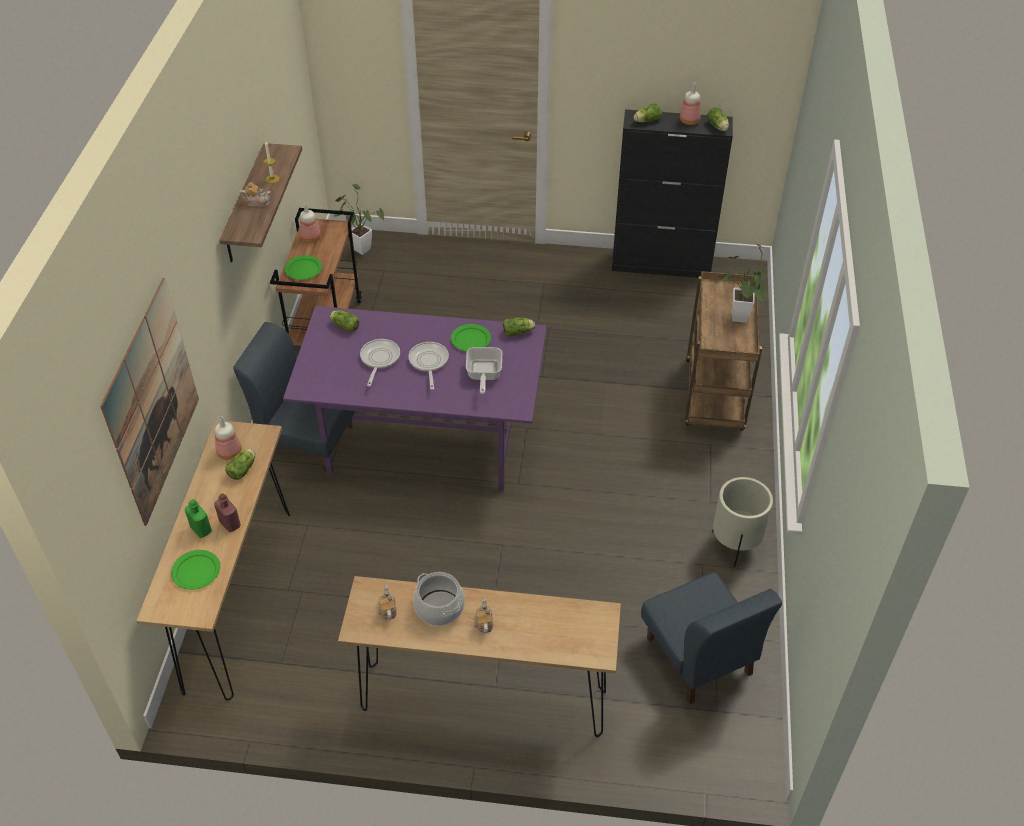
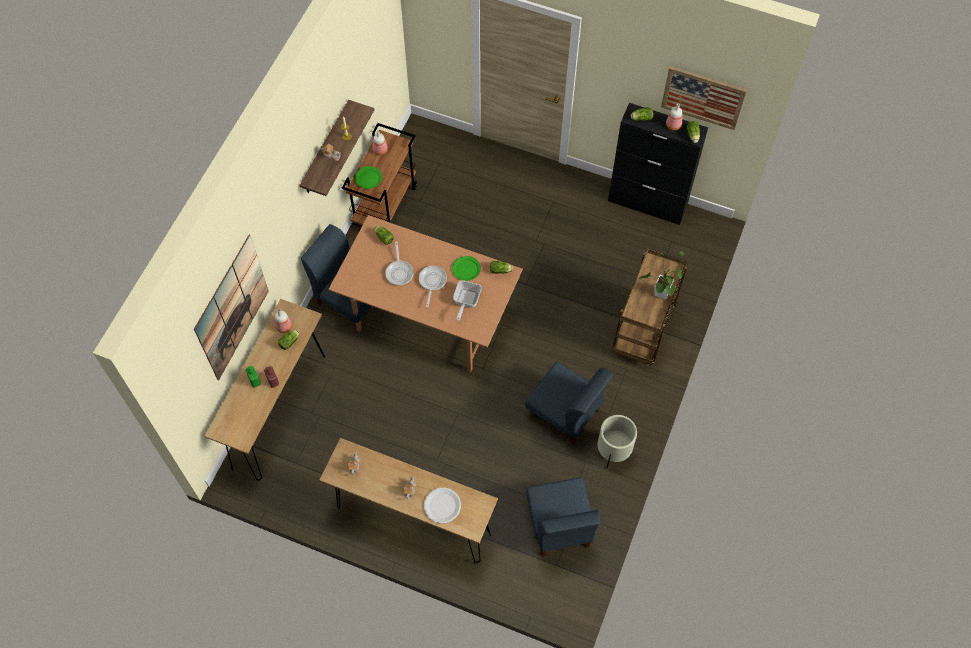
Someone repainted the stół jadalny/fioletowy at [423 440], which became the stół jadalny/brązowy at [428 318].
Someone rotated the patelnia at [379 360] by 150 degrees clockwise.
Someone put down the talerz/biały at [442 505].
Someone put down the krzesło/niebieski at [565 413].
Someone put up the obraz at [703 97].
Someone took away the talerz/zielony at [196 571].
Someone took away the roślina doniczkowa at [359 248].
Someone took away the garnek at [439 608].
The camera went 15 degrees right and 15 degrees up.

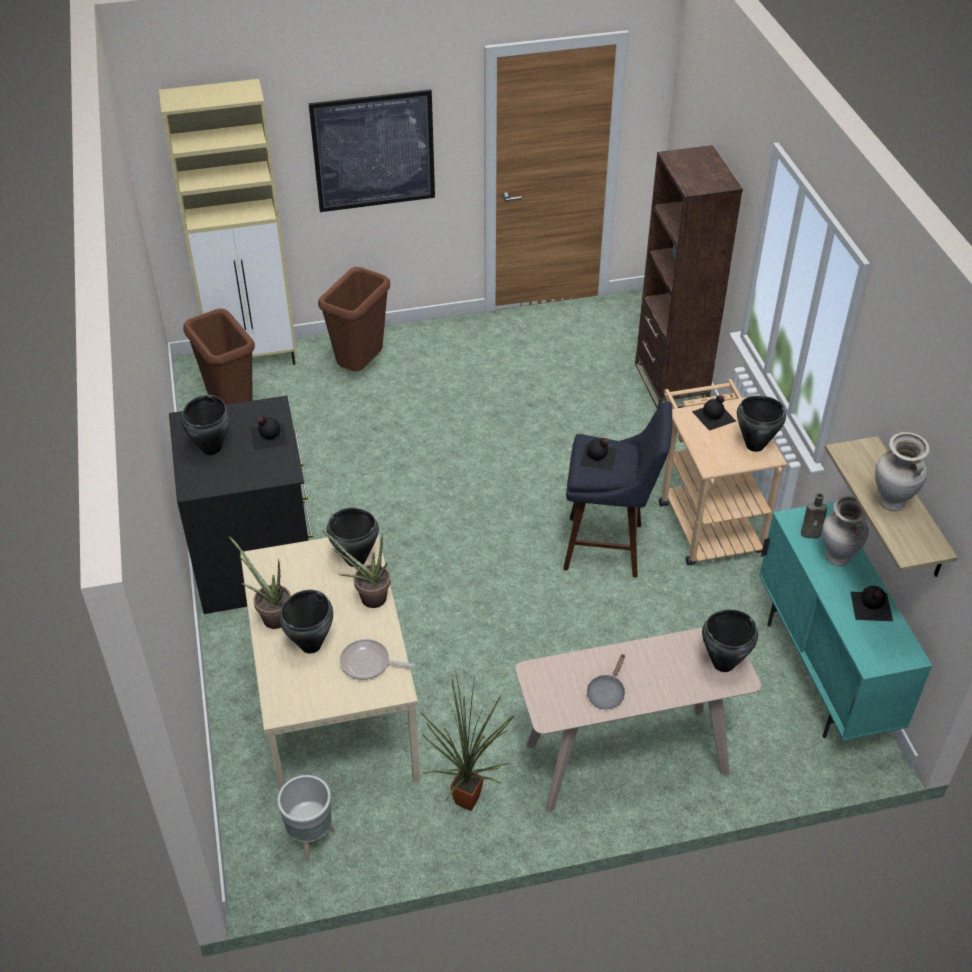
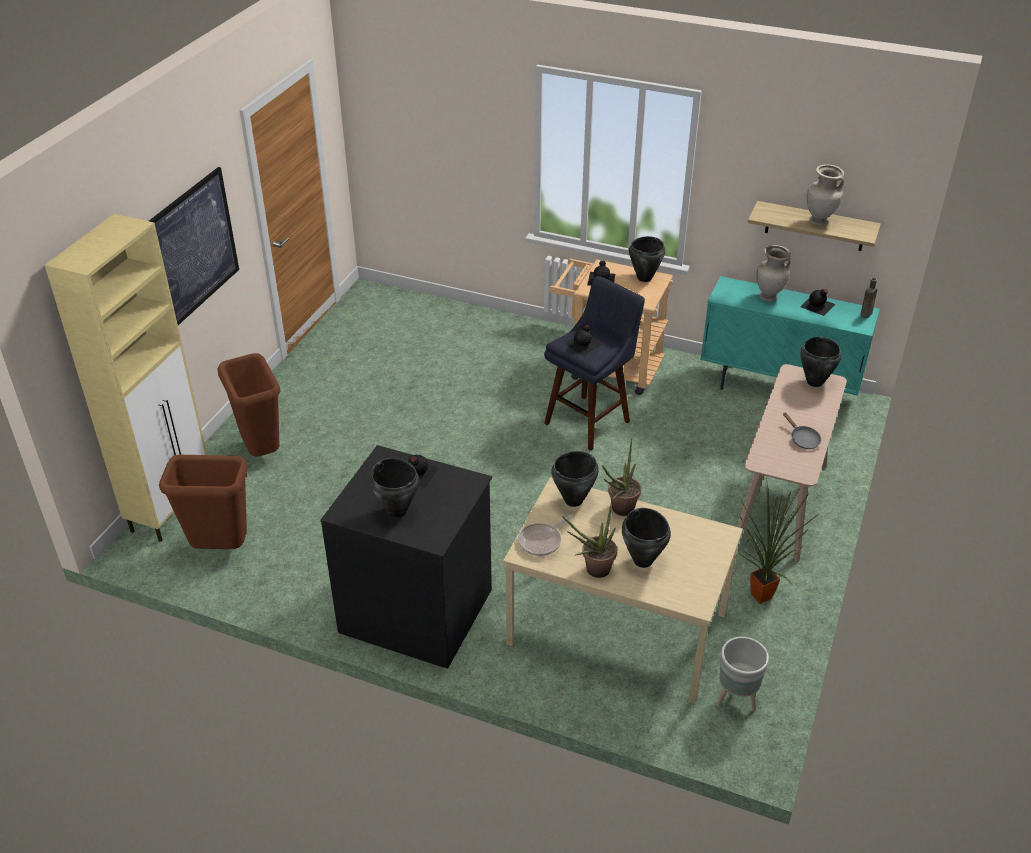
Someone carried the patelnia from [368 663] to [542 541].
Someone carried the butelka/brązowy from [812 534] to [866 313].
Someone took away the regał/brązowy at [670 383].
The camera went 55 degrees left and 5 degrees down.

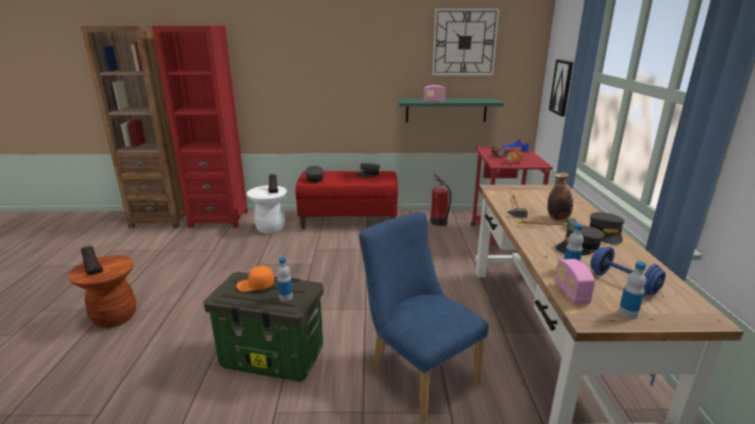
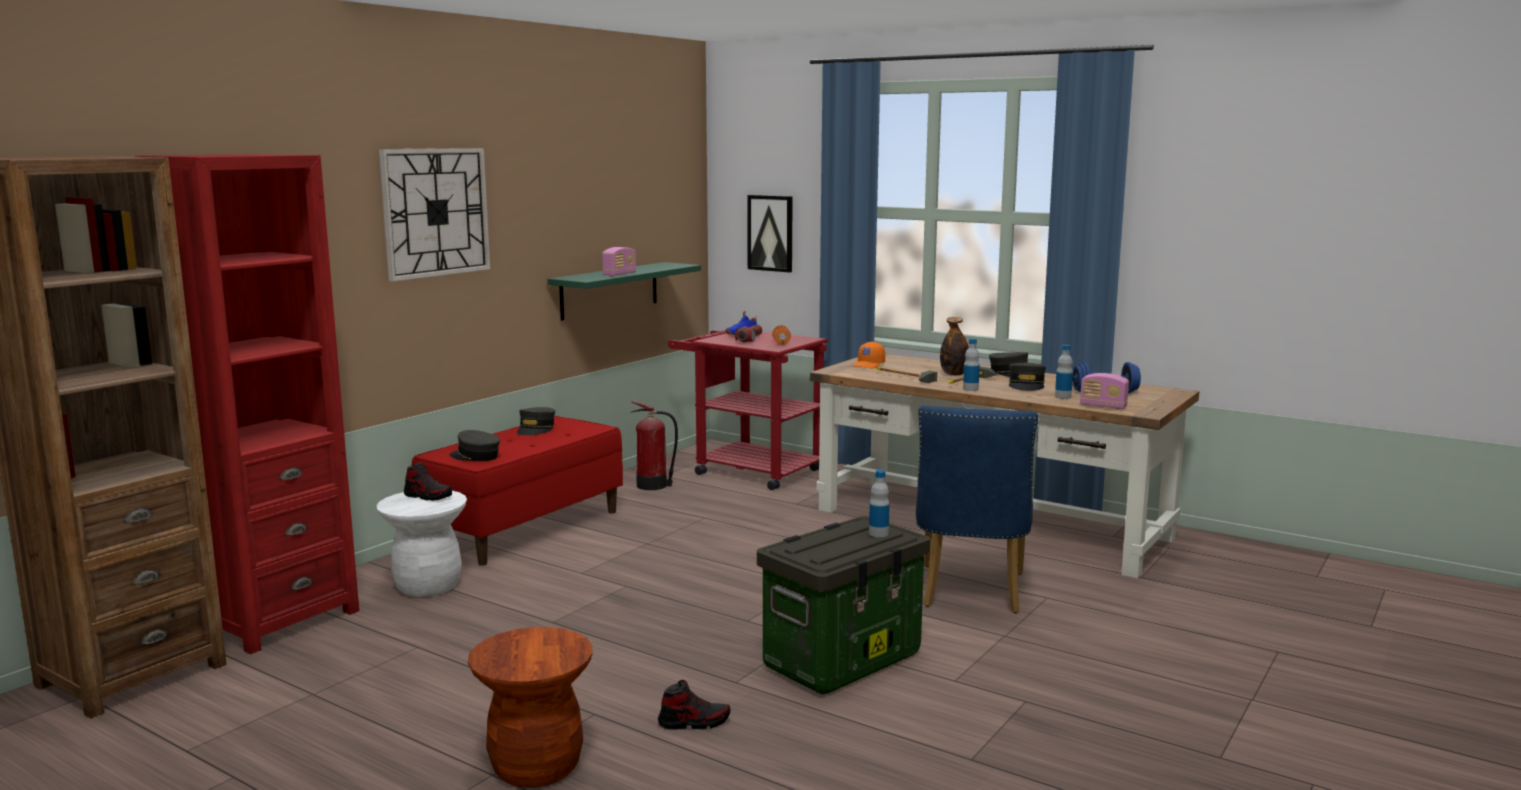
Someone carried the zegar ścienny from [464 42] to [435 212].
Someone carried the but from [93 268] to [694 722].
Someone carried the czapka z daszkiem/pomarańczowy from [255 285] to [869 365].
Someone rotated the krzesło/niebieski at [417 372] by 75 degrees counterclockwise.
Someone carried the butelka from [627 314] to [970 389].
The camera went 55 degrees left and 10 degrees down.

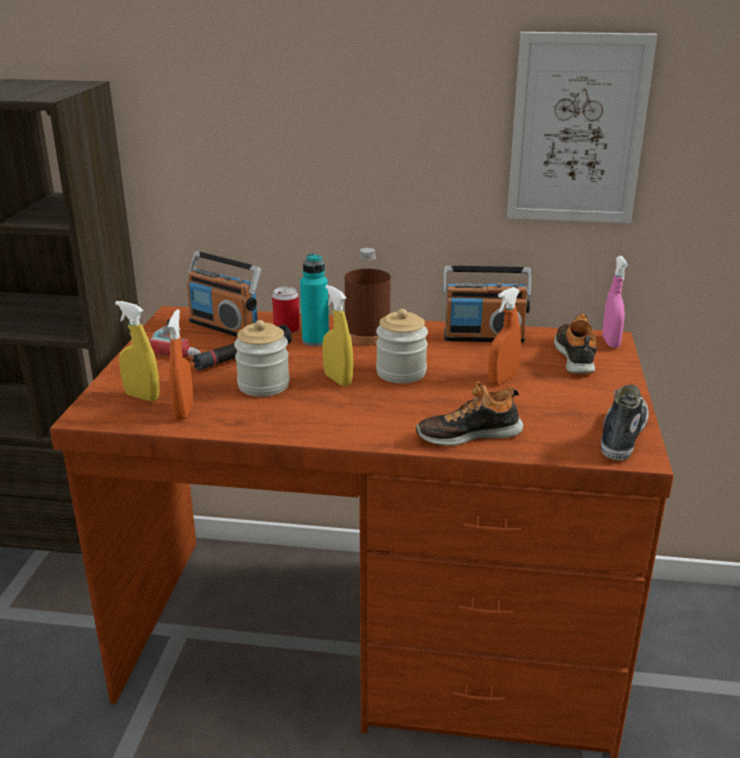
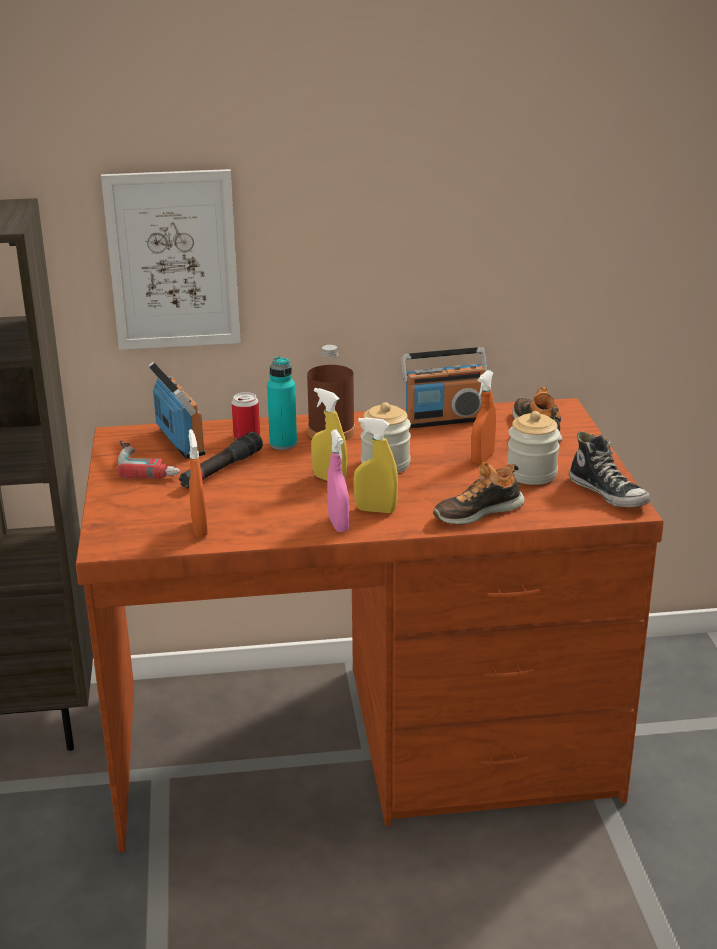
Someone carried the obraz from [577 130] to [173 261].
Someone rotated the radio at [224 327] by 135 degrees counterclockwise.
Someone carried the spryskiwacz/różowy from [610 342] to [338 525].
Someone carried the spryskiwacz/żółty from [142 396] to [375 510].
Someone carried the słoik from [263 385] to [531 474].
Someone rotated the but at [622 435] by 135 degrees clockwise.
The camera went 15 degrees left and 0 degrees up.

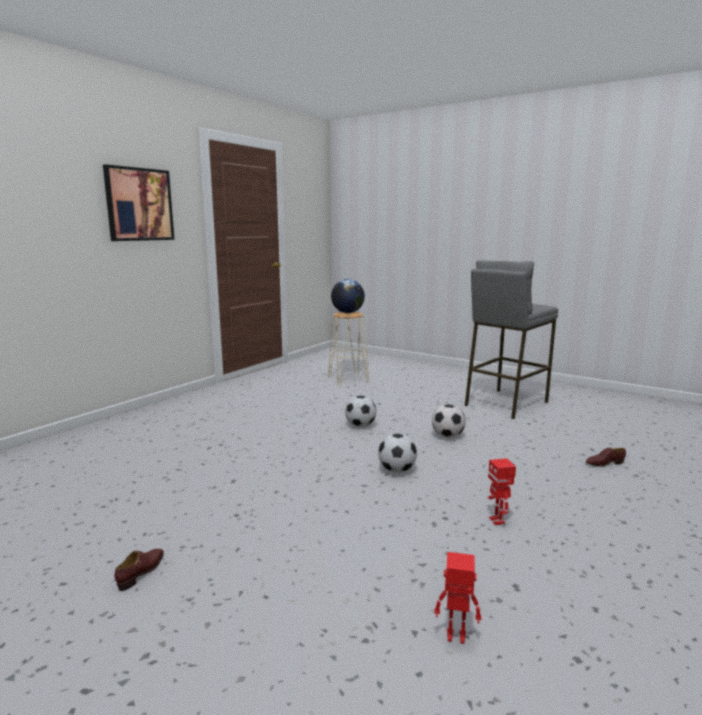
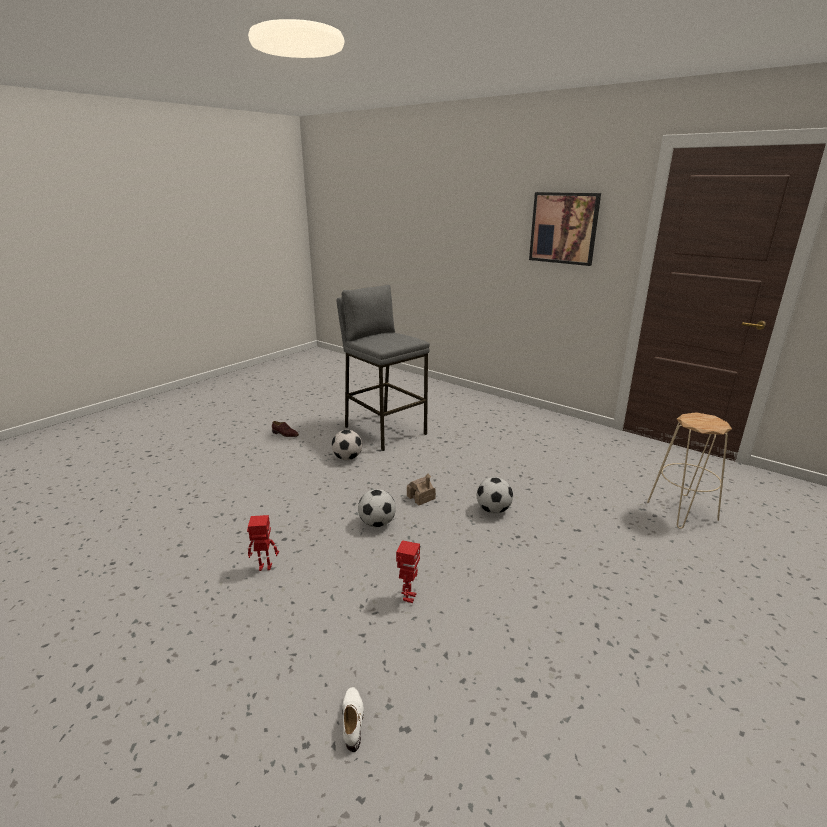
Someone carried the piłka futbolowa from [447 436] to [347 458].
Someone carried the stołek/szary from [505 403] to [385 430].
Someone repainted the but/brązowy at [604 463], which became the but/biały at [353 720].
Someone carried the robot zabawkowy from [456 637] to [408 597].
Someone put down the domek at [421 497].
Someone took away the globus at [347 312].
The camera went 95 degrees right and 10 degrees up.

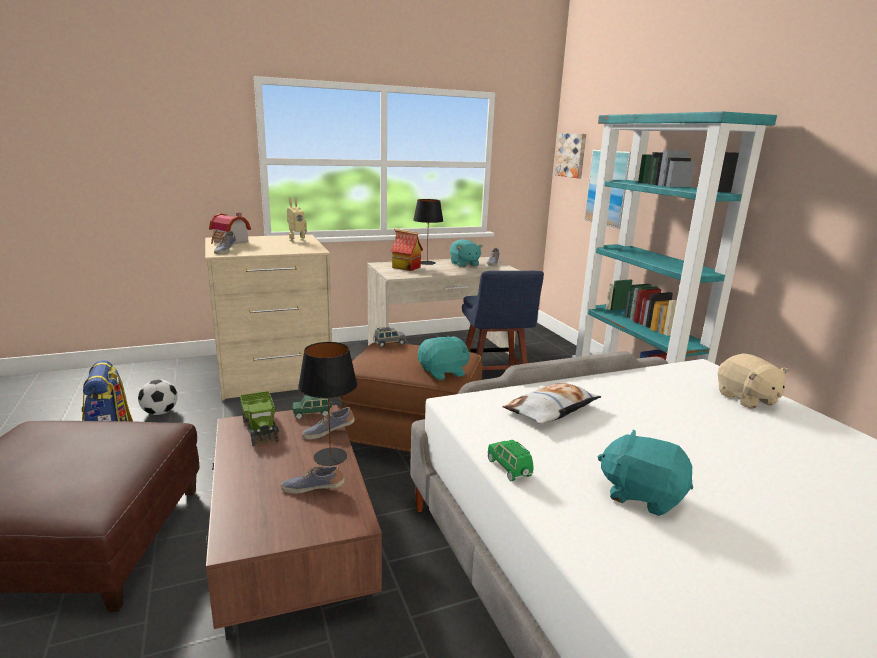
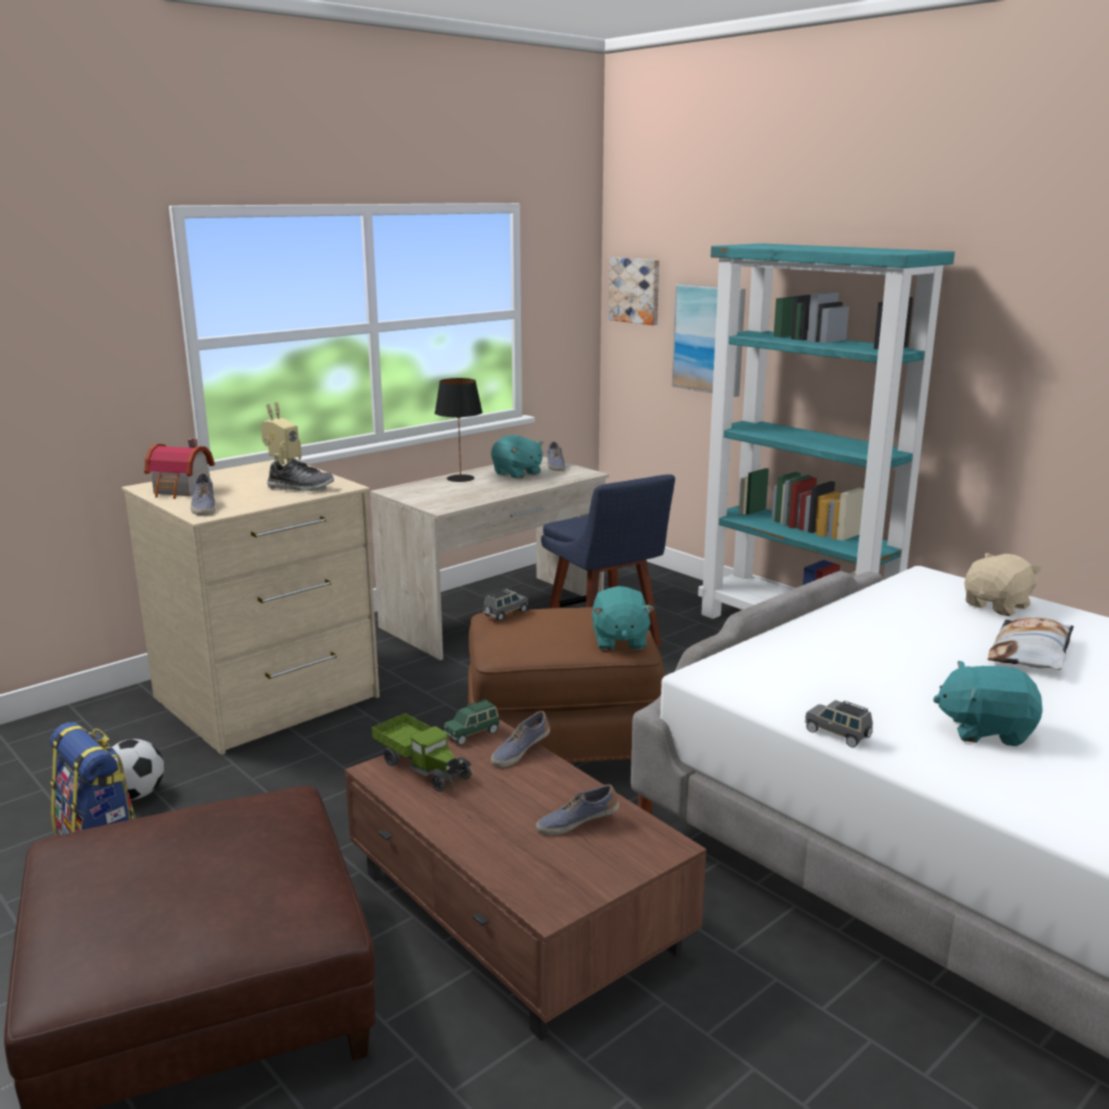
Someone put down the but at [301 488].
Someone rotated the pluszak/turkusowy at [443 372] by 135 degrees clockwise.
Someone repainted the samochodzik/zielony at [509 468], which became the samochodzik/szary at [838 735].
Someone rotated the pluszak/beżowy at [746 398] by 90 degrees counterclockwise.
Someone carried the poduszka from [551 410] to [1031 653].
Someone took away the lampa stołowa/czarny at [330 456].
Someone took away the domek at [405 267].
The camera went 20 degrees left and 0 degrees up.

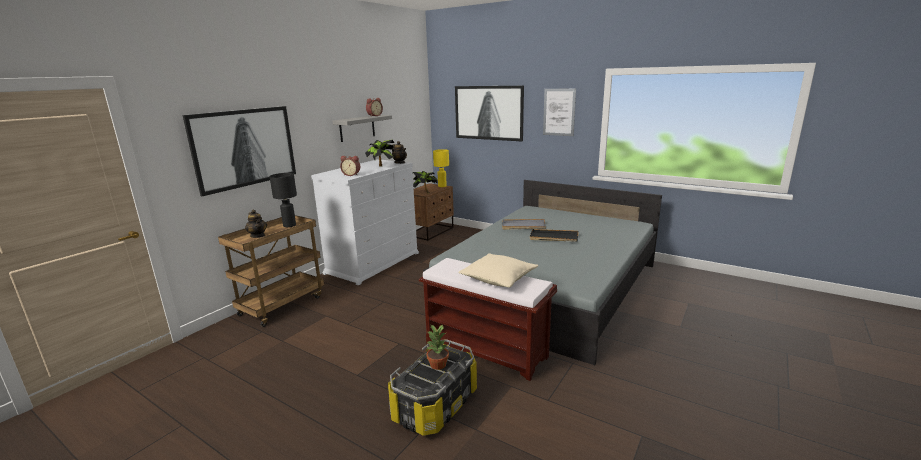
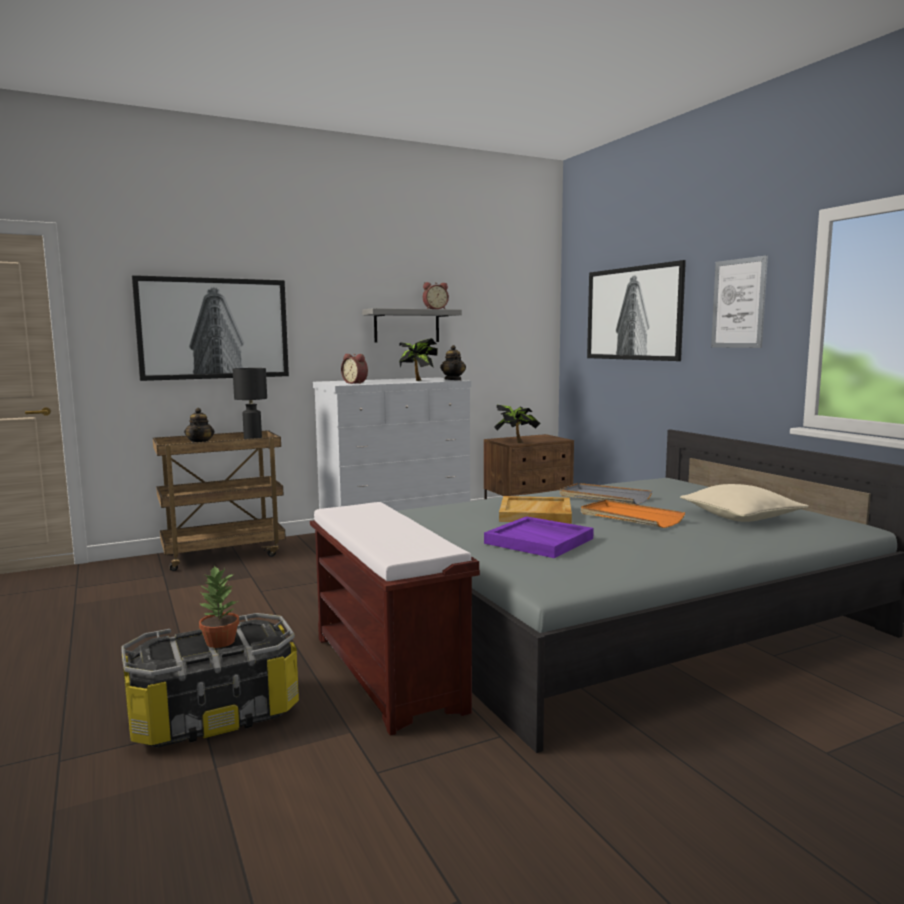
Someone put down the taca/fioletowy at [540 541].
Someone put down the taca/beżowy at [536 514].
Someone repainted the taca/czarny at [553 237], which became the taca/pomarańczowy at [630 517].
Someone carried the poduszka/beżowy from [498 279] to [741 517].
Someone took away the lampa stołowa/żółty at [442 186].
The camera went 30 degrees right and 10 degrees down.

